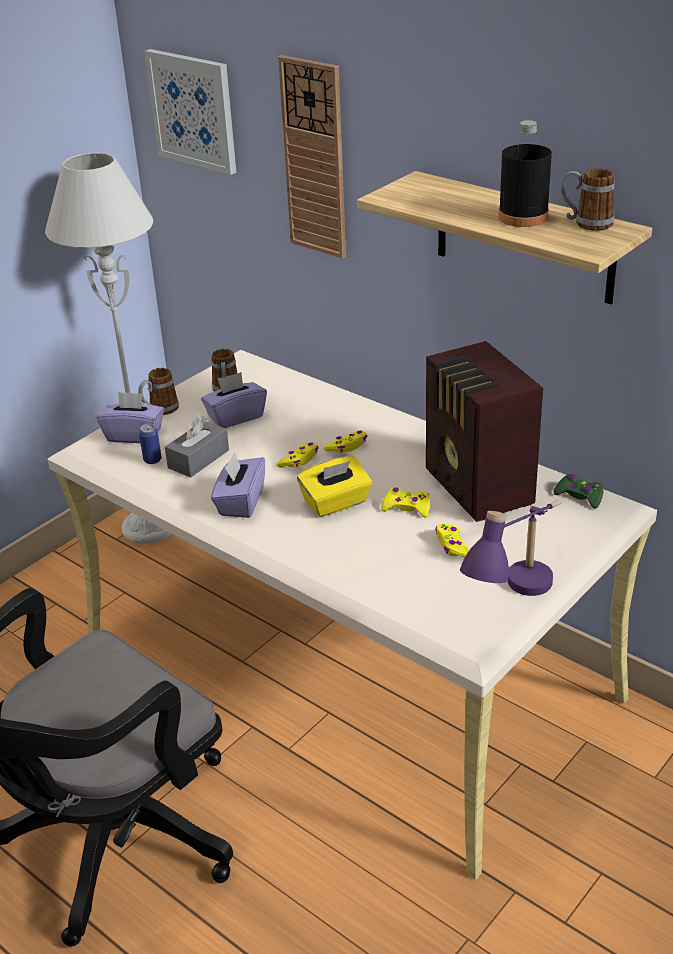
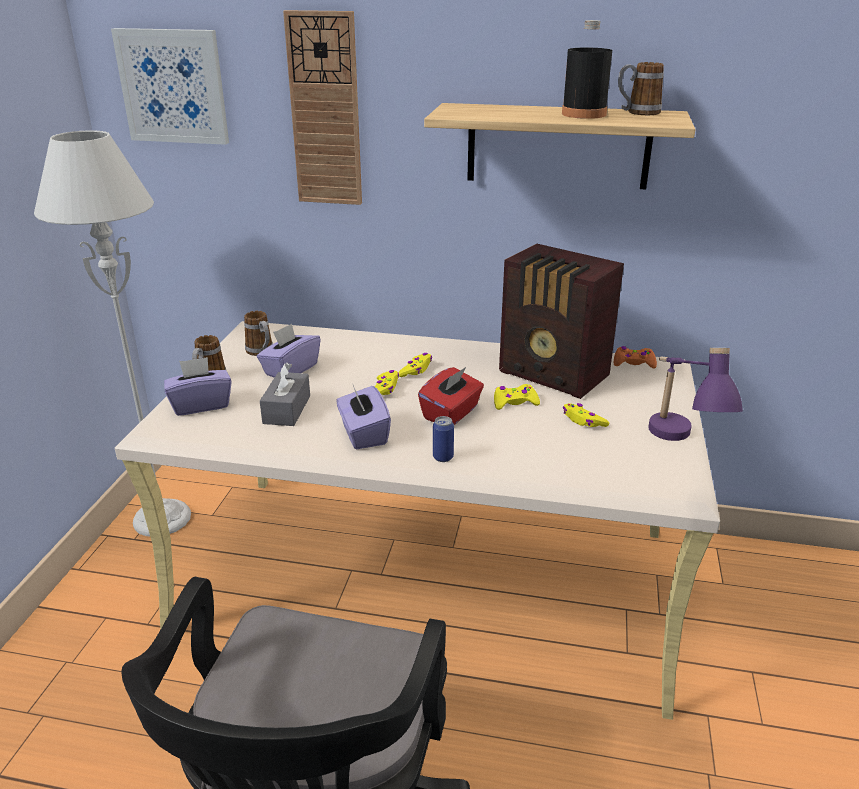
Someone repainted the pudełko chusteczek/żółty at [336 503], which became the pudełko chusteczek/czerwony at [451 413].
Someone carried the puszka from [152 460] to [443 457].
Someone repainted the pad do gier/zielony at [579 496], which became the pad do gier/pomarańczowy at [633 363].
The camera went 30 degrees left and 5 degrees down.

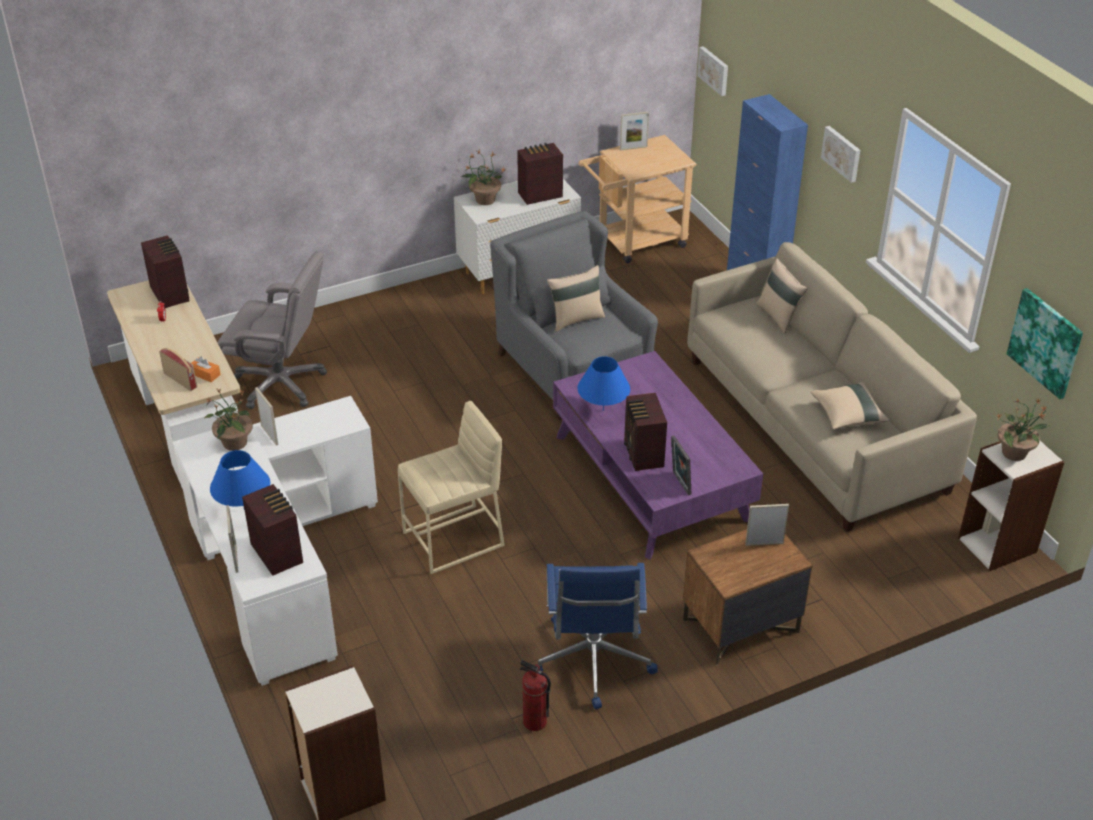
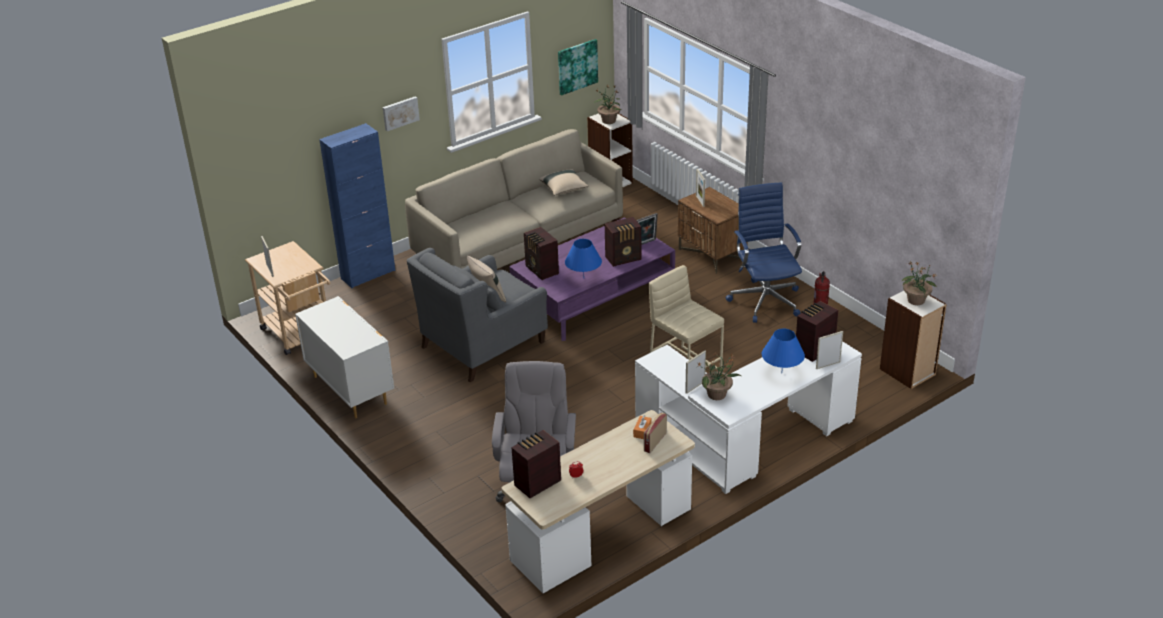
Someone carried the radio from [539 195] to [542 271].
Someone rotated the krzesło biurowe/niebieski at [593 662] by 90 degrees counterclockwise.
Someone carried the roślina doniczkowa from [484 200] to [916 301].
Someone took away the obraz at [714 70].
Someone took away the poduszka/beżowy at [779 316].
The camera went 100 degrees left and 5 degrees down.

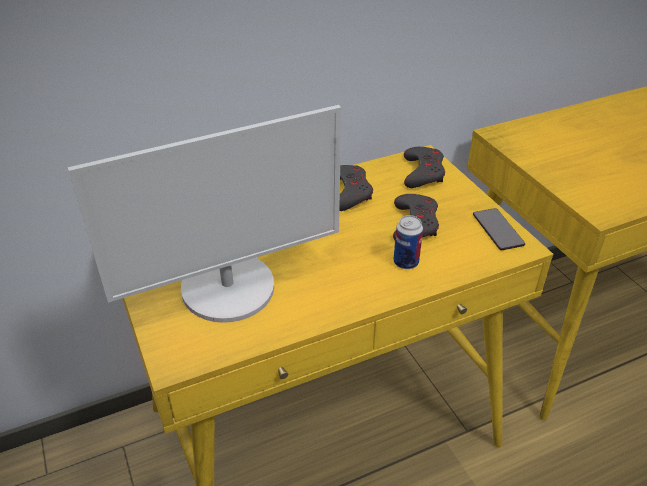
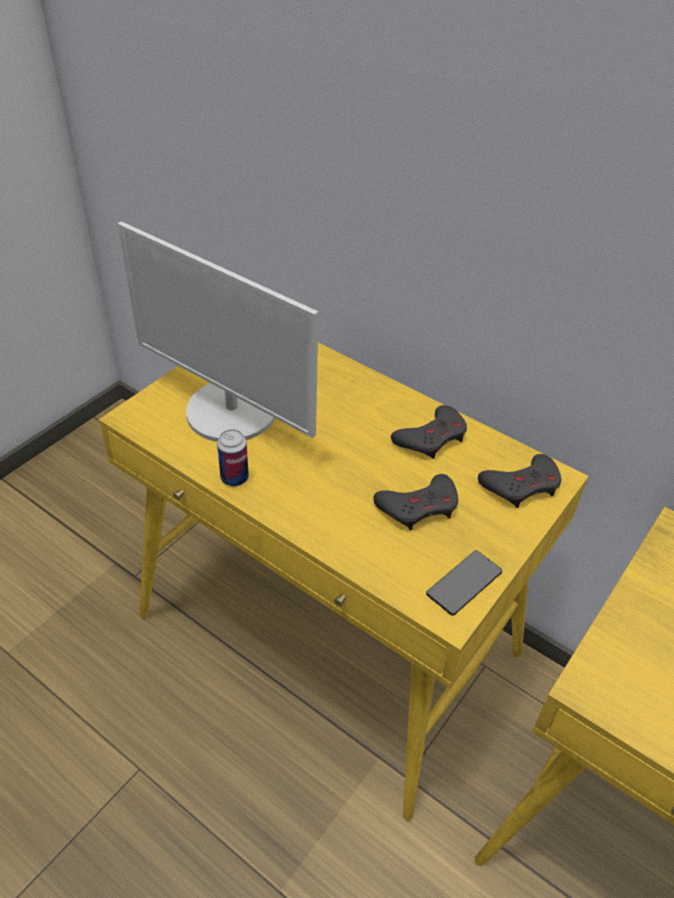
Someone carried the puszka from [406 262] to [234 478].
The camera went 60 degrees right and 5 degrees up.

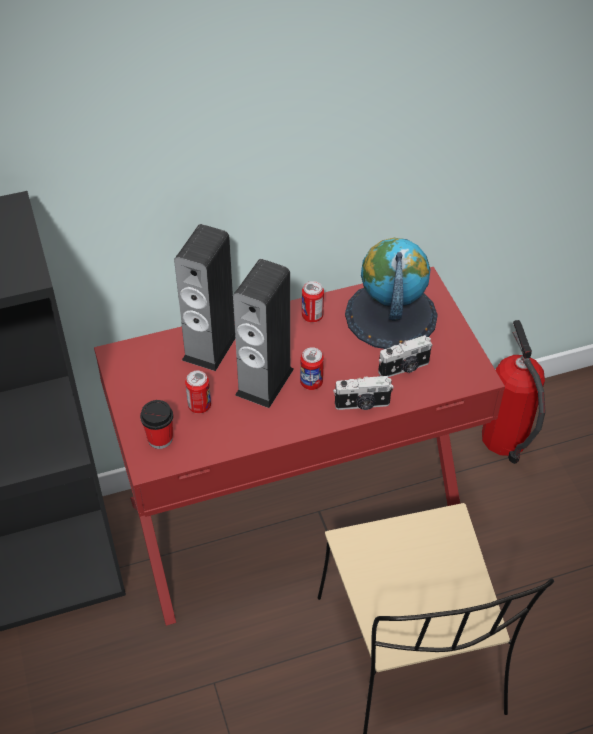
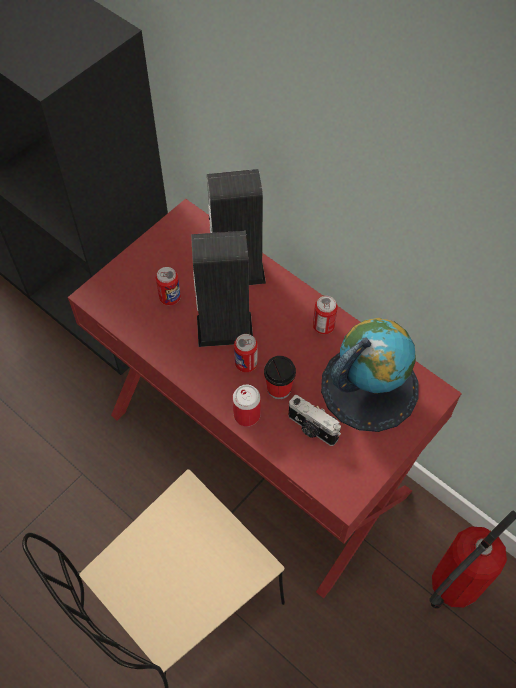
Someone swapped the aparat fotograficzny at [362 404] for the puszka at [247 415].
Someone carried the filiżanka from [160 439] to [279 388].
The camera went 60 degrees right and 10 degrees up.

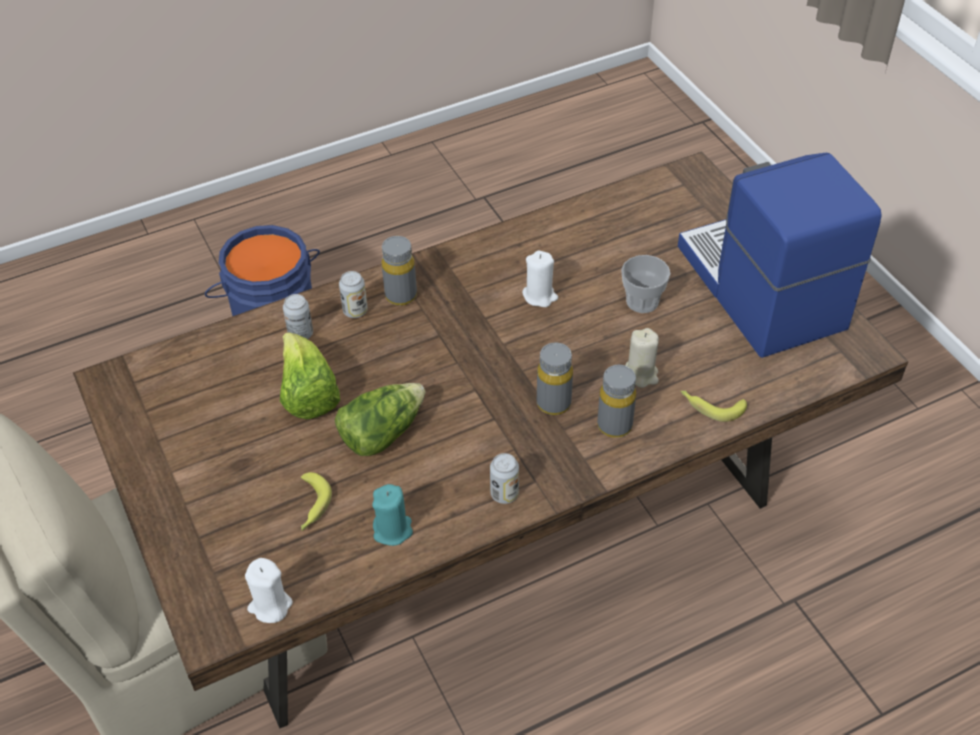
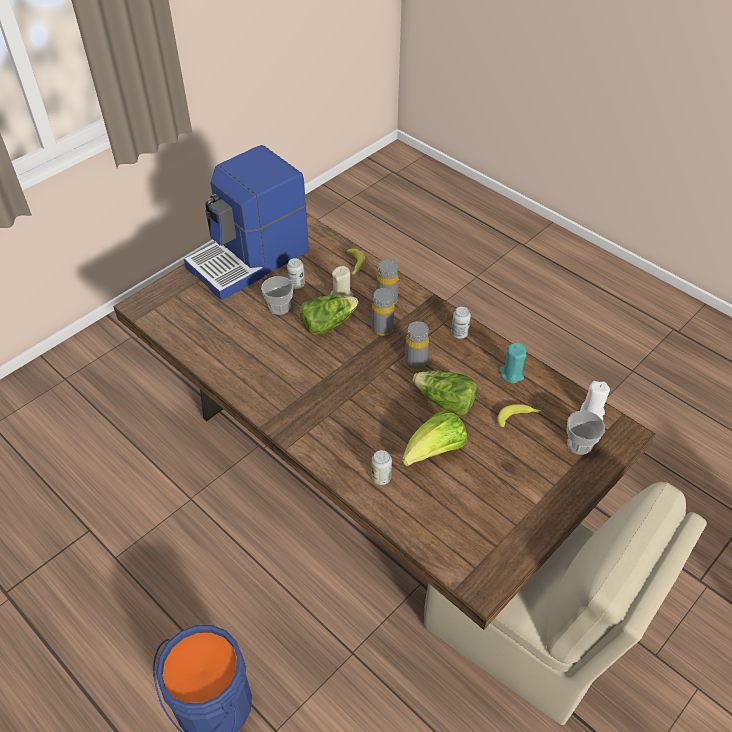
Someone carried the puszka from [355 311] to [296 285].
Someone put down the sałata at [327 323].
Someone carried the butelka/szary from [401 295] to [415 362].
Someone put down the filiżanka at [579 444].
Someone took away the świeca/biały at [540 296].
The camera went 110 degrees left and 0 degrees up.

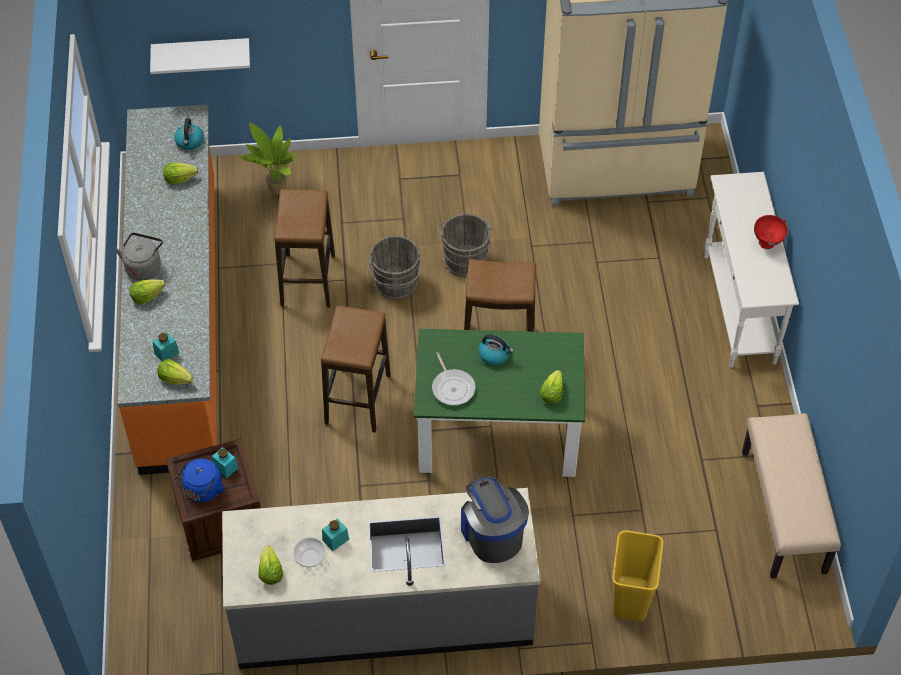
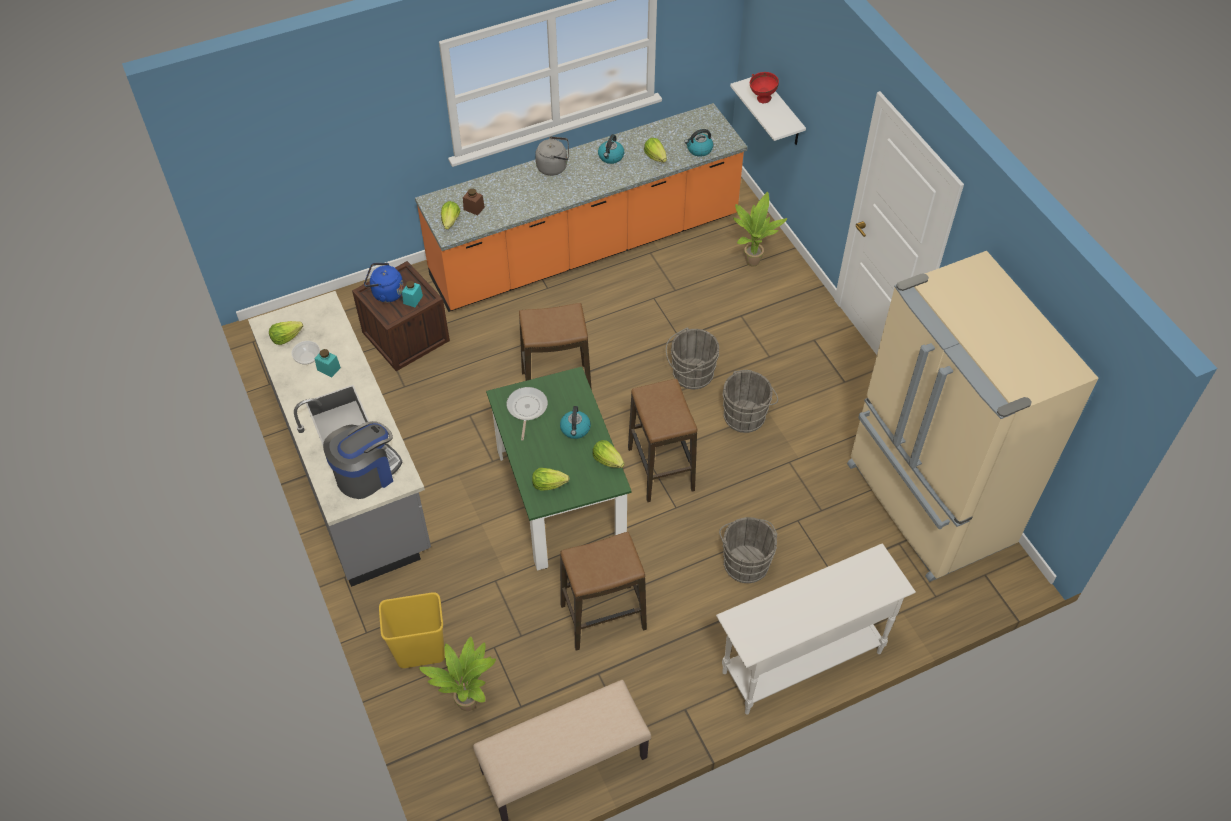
Someone put down the roślina doniczkowa at [468 701].
Someone repainted the słoik/turkusowy at [166 353], which became the słoik/brązowy at [474 208].
Someone rotated the patelnia at [452 387] by 135 degrees clockwise.
Someone carried the stołek from [308 280] to [603 617].
Someone carried the sałata from [147 296] to [607 460].
Someone put down the czajnik at [611 157].
Someone put down the wiadro/szary at [745 561].
Someone carried the miska/czerwony from [767 244] to [762 100].
The camera went 70 degrees right and 0 degrees up.

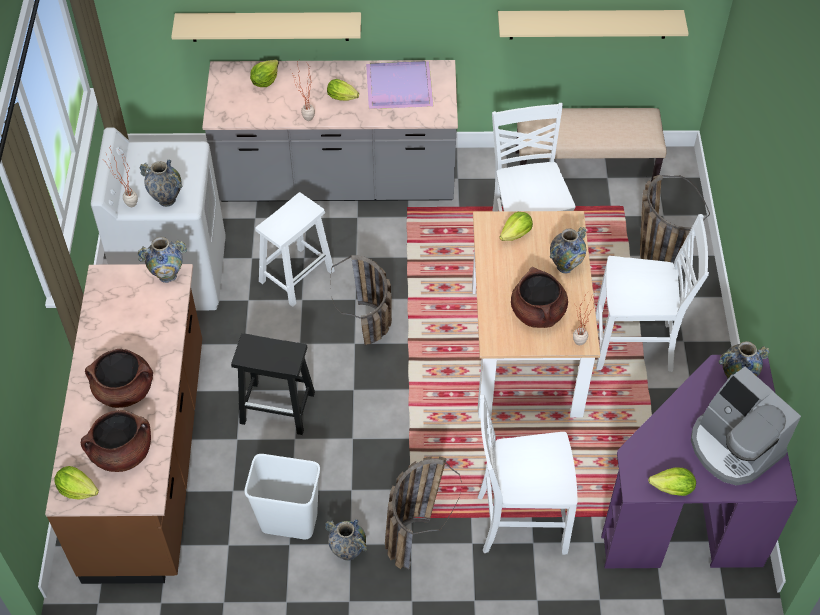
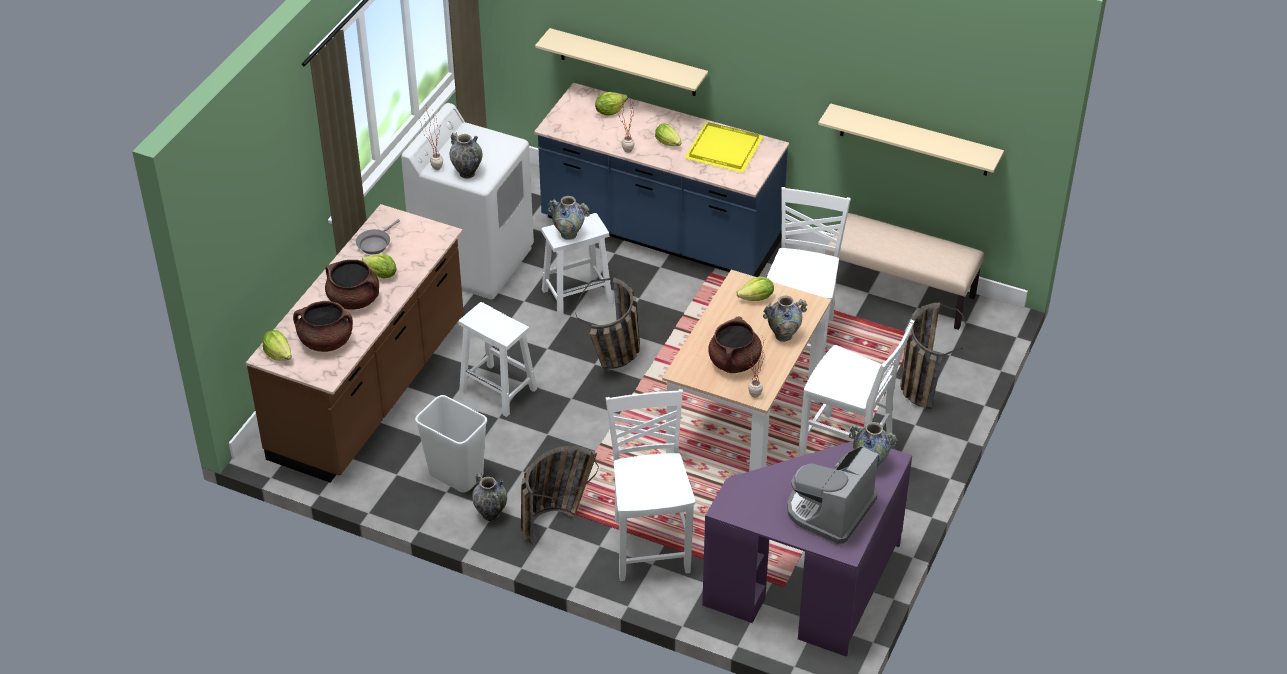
Someone put down the patelnia/szary at [375 244].
Someone carried the sałata from [672 489] to [381 274].
Someone repainted the stołek/czarny at [279 408], which became the stołek/biały at [499 390].
Someone repainted the zabudowa kuchenna/szary at [337 181], which became the zabudowa kuchenna/niebieski at [660 233].
Someone carried the wazon from [167 275] to [569 234].
Someone rotated the krzesło/biały at [519 522] by 60 degrees clockwise.
Someone repainted the taca/fioletowy at [398 88], which became the taca/żółty at [722 150].
Someone rotated the ekspres do kawy at [733 447] by 45 degrees clockwise.
The camera went 25 degrees right and 10 degrees down.

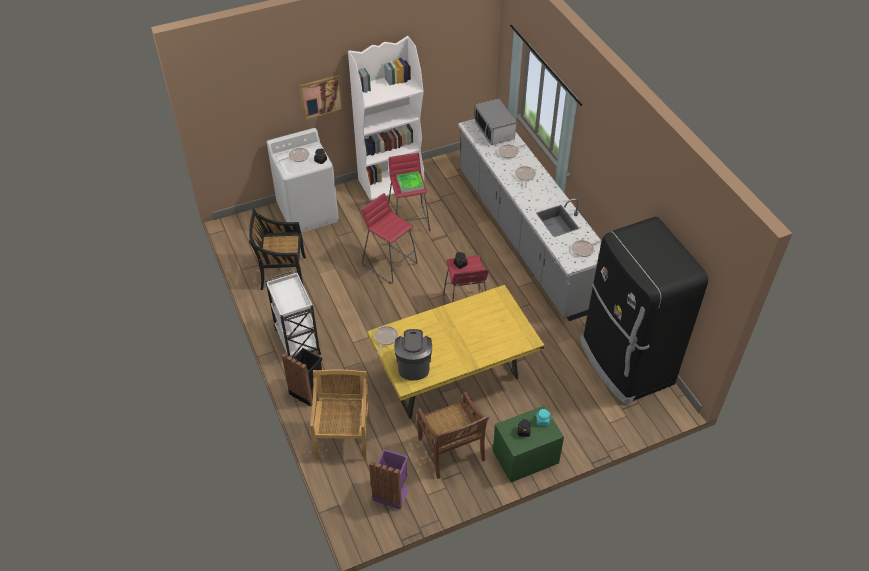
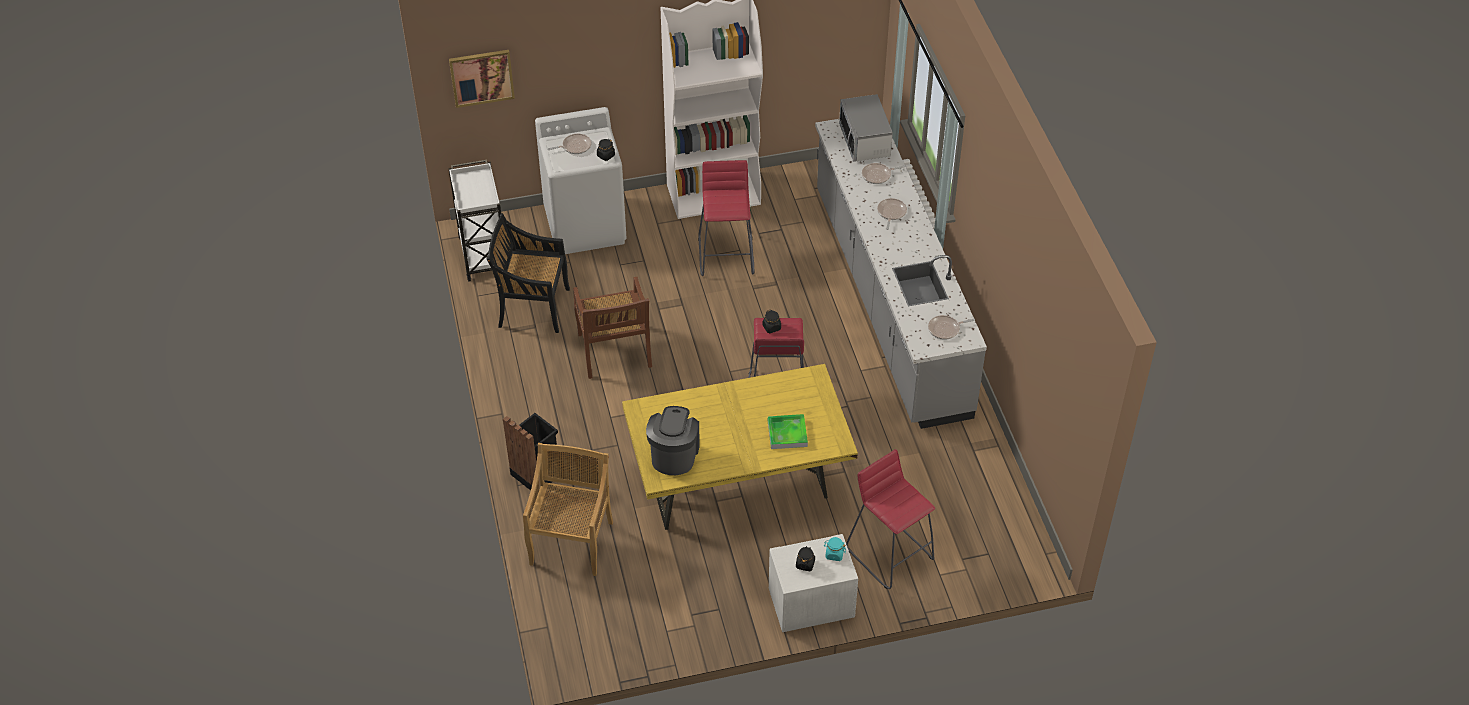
Someone carried the wózek/biały from [297 340] to [483 254].
Someone carried the obraz from [321 97] to [481 77].
Someone carried the krzesło/brązowy from [451 451] to [614 352].
Someone carried the taca from [410 183] to [787 433].
Someone repainted the szafka nocna/zielony at [525 457], which became the szafka nocna/biały at [810 602].
Someone carried the stołek/czerwony from [390 263] to [890 553].
Someone took away the kosz na śmieci/fioletowy at [391 492].
Someone took away the patelnia at [385 338].
Someone took away the lodówka/czarny at [625 363].
The camera went 10 degrees right and 0 degrees up.

